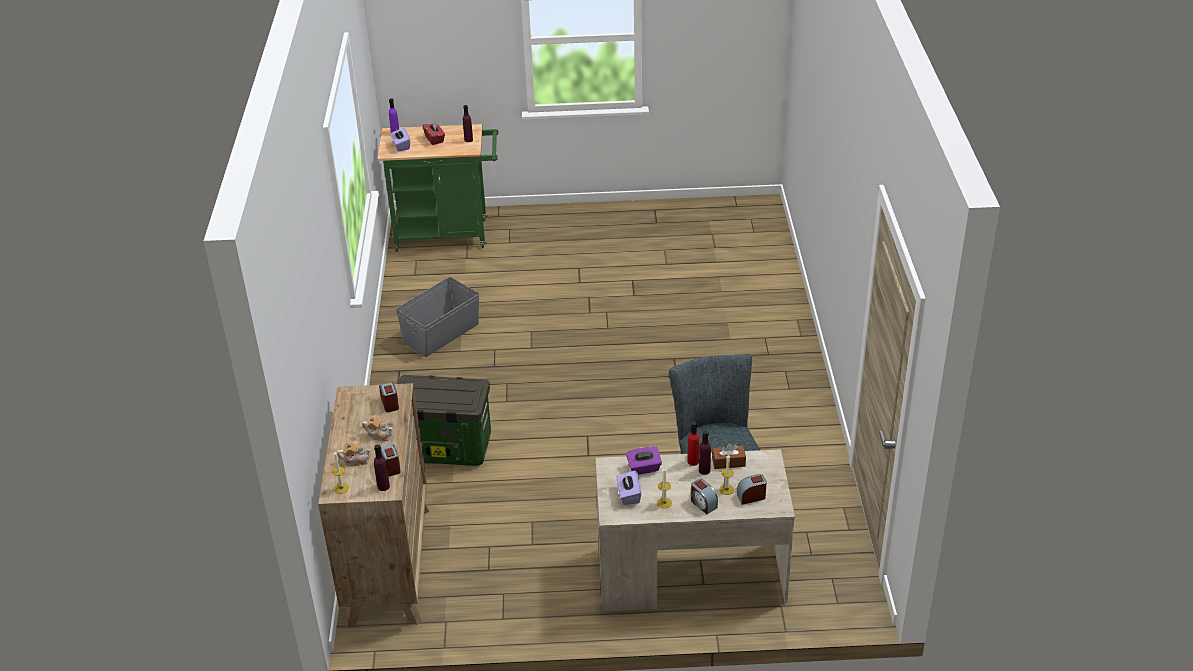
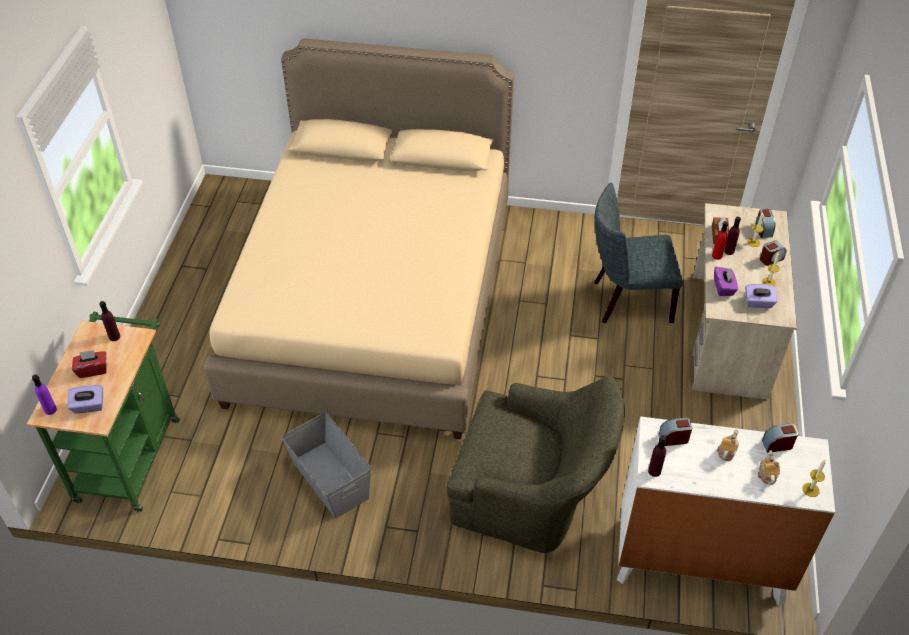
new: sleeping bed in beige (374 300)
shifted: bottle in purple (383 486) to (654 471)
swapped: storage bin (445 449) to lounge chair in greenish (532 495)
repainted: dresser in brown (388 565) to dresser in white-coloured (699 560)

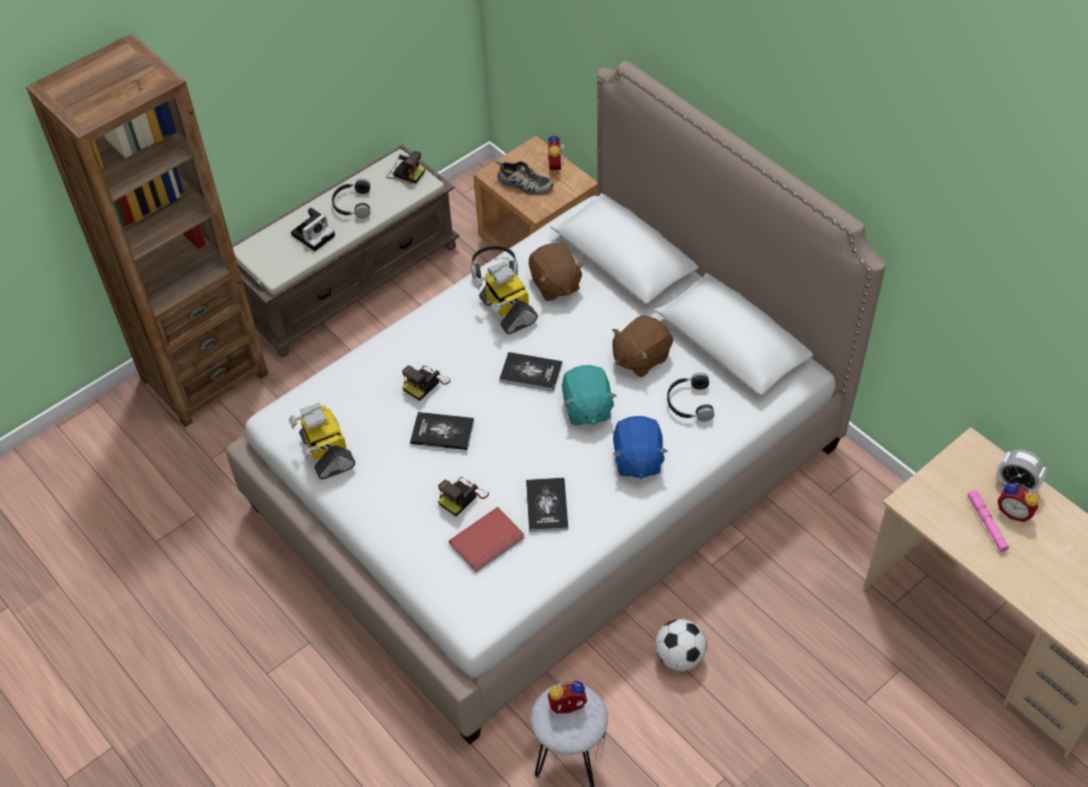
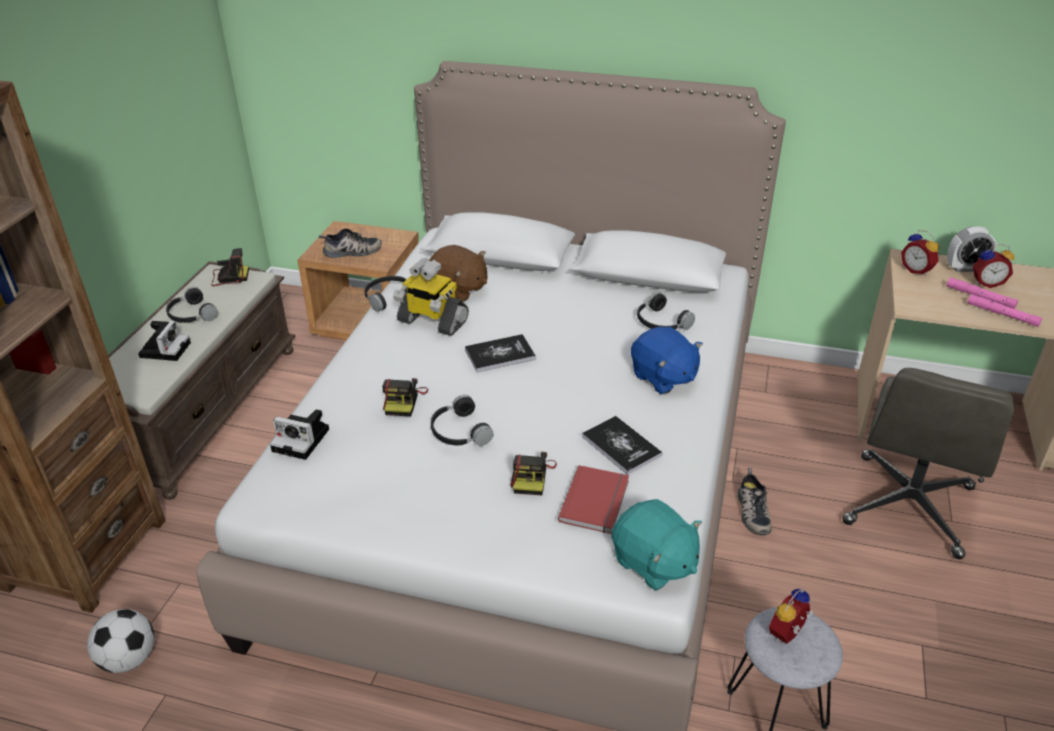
gone: soft toy in brown (640 357); model robot (326 452)
new: hand torch in pink-coloured (1002 314); computer chair in greyish (908 507); still camera (303 440); item of footwear (751 511)
shifted: table clock (557 165) to (917 270); soft toy in blue-green (587 408) to (653 563); football (679 656) to (129 659)
swapped: volume (442 432) to headset in black (458 432)

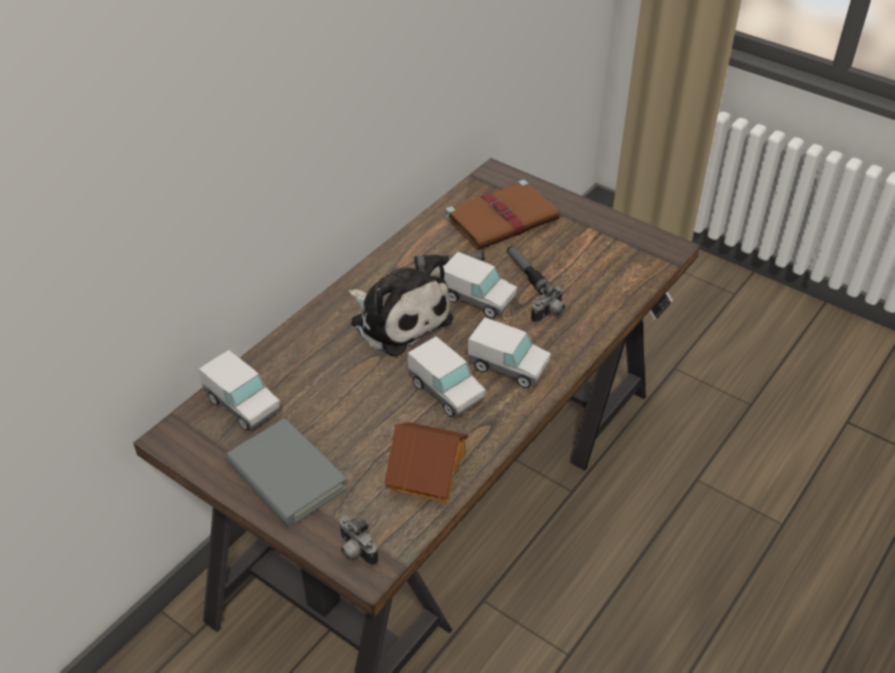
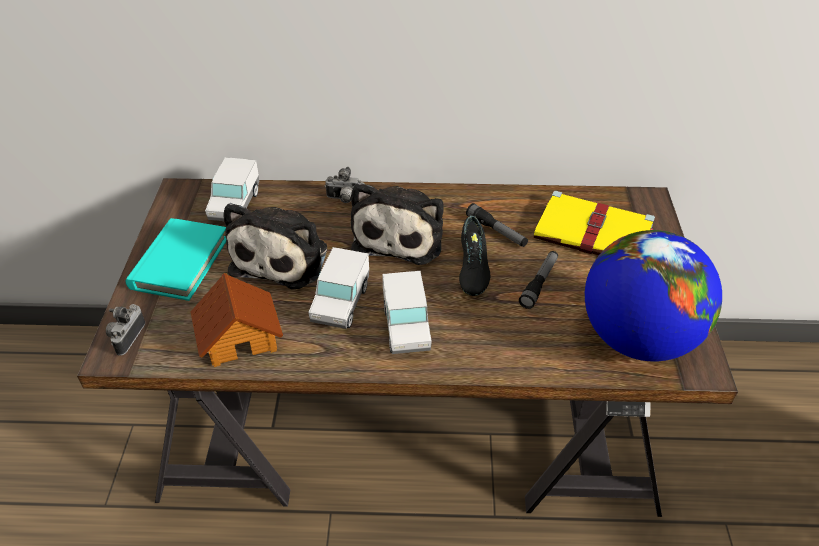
new: soft toy (283 256); desk globe (638 338)
shifted: still camera (549 314) to (345 200)
swapped: model truck (478 299) to item of footwear in black (472 268)
repainted: volume in brown (503 218) to volume in yellow (595 233); volume in greyish (286 476) to volume in blue-green (180 263)

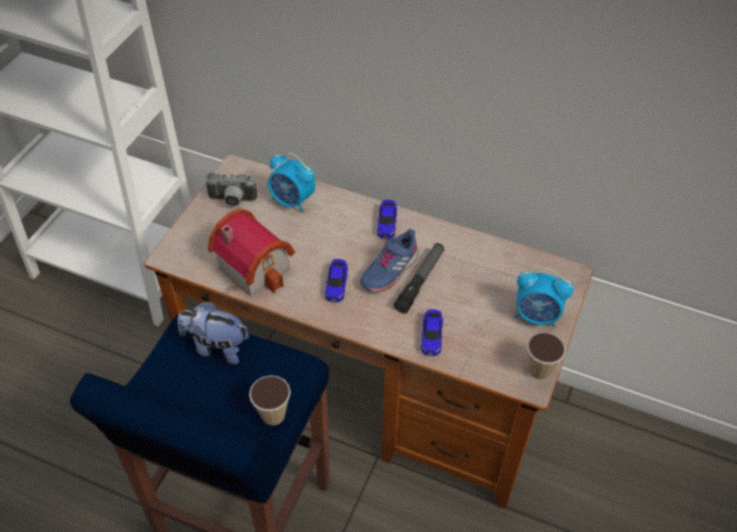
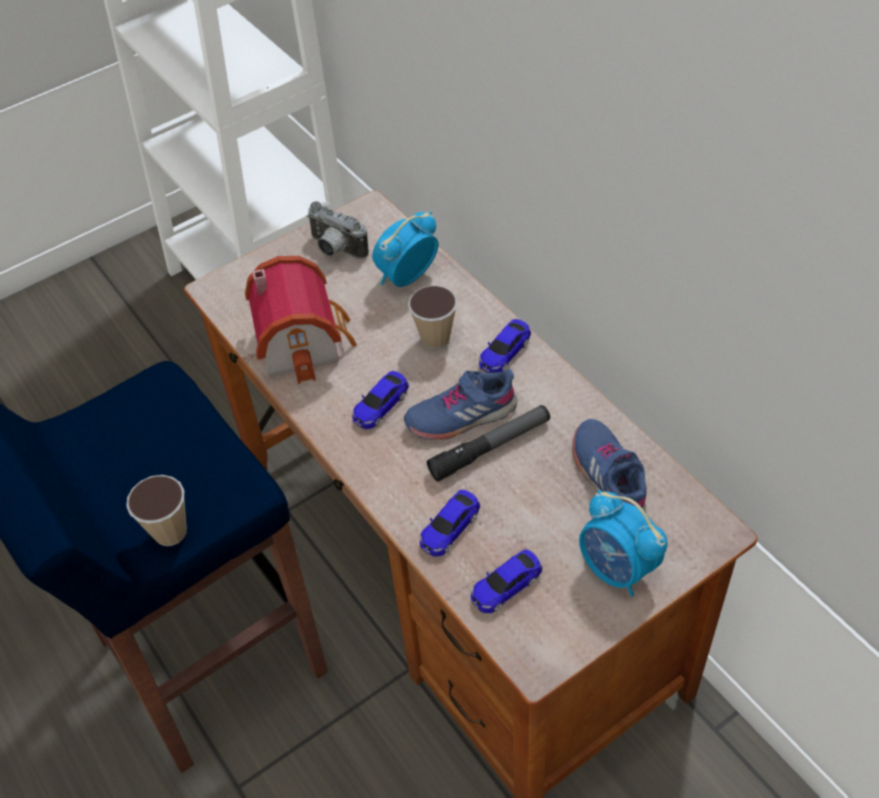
gone: soft toy (216 347)
new: item of footwear in bluish (609 476); miniature car (506 586)
shifted: drinking cup (539 370) to (435 338)
rotated: table clock (292 201) = (406 277) 75 degrees clockwise

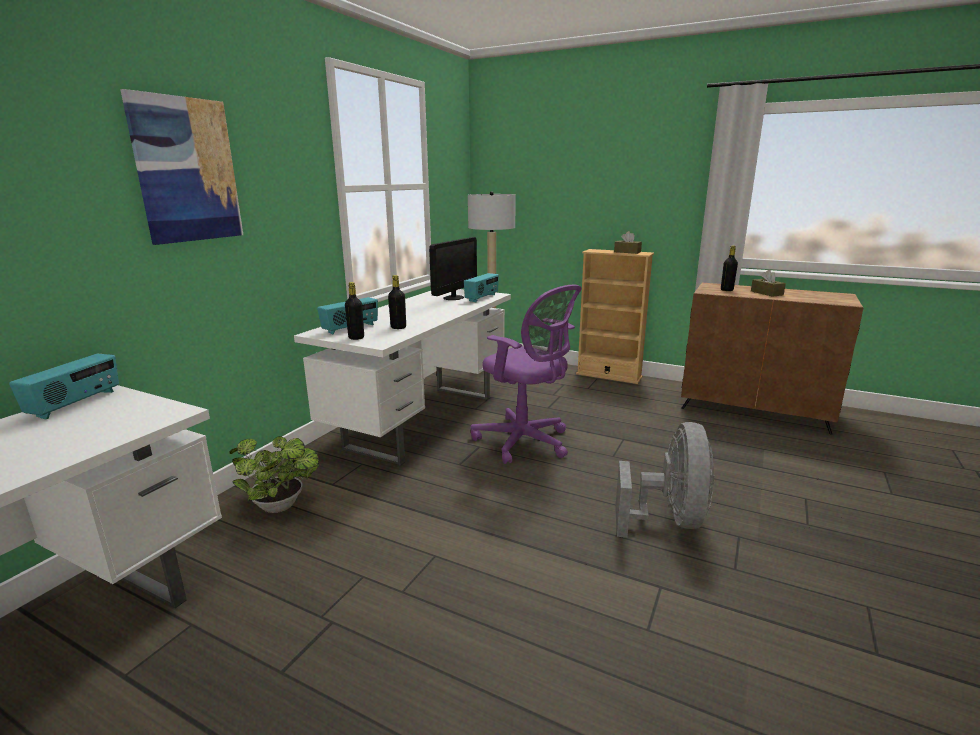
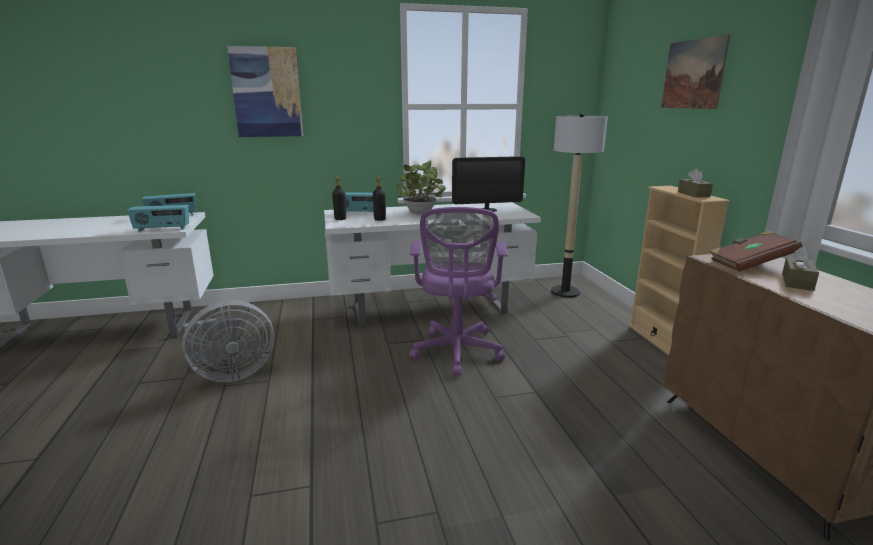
new: picture (693 74)
shifted: radio set (482 298) to (162 229); cooling fan in greyish (669 520) to (230 374); houseplant (282 506) to (421 212)
swapped: bottle in black (726 290) to volume in brown (750 264)

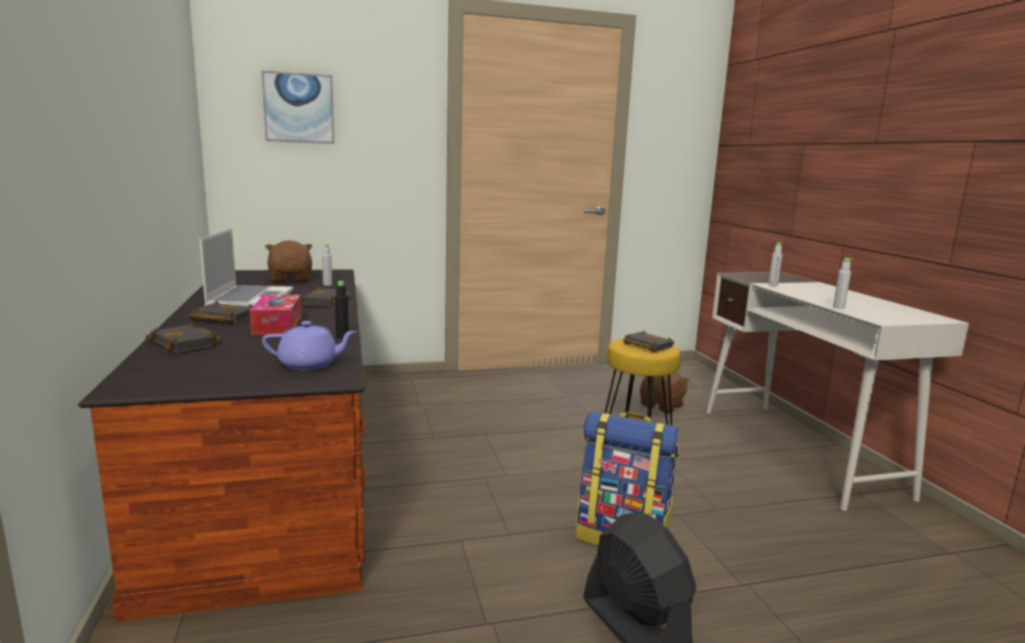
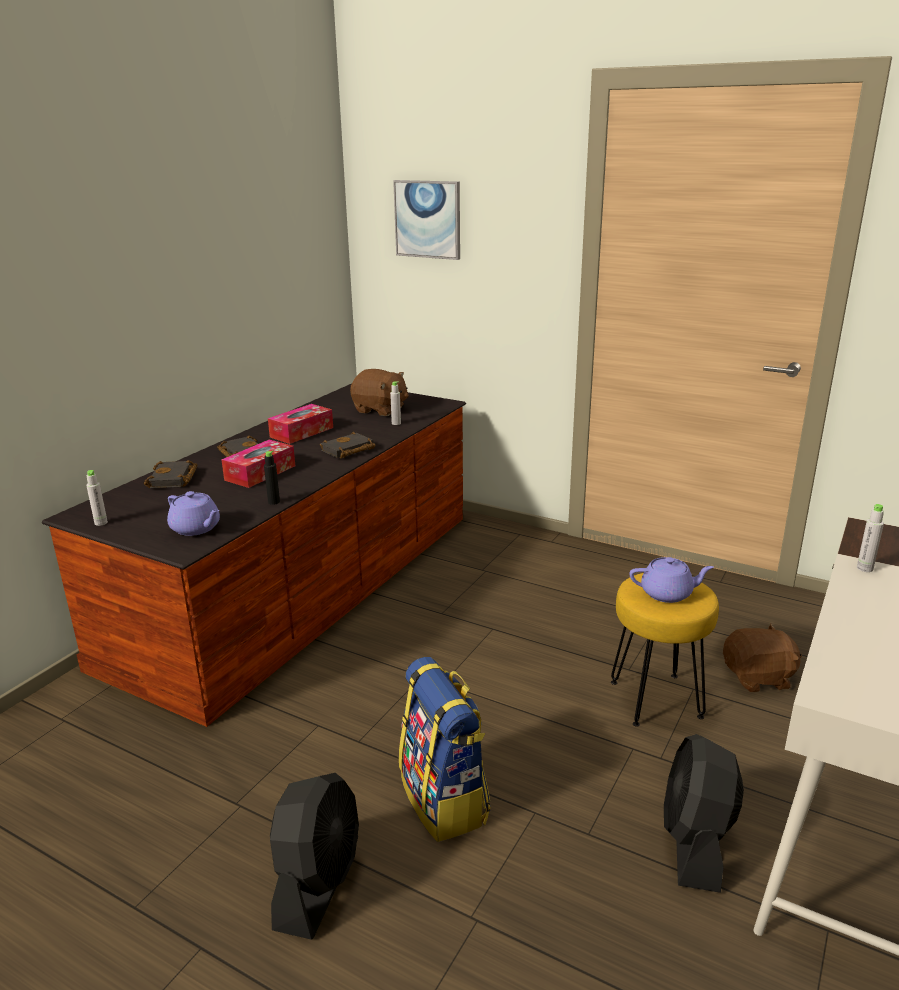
new: cooling fan in black (695 842)
shifted: bottle in greyish (838 307) to (101 523)
swapped: portable computer (250 299) to box of tissues (302 432); volume in black (646 345) to teapot in purple (668 593)
rotated: soft toy in brown (291 280) = (380 410) 90 degrees clockwise

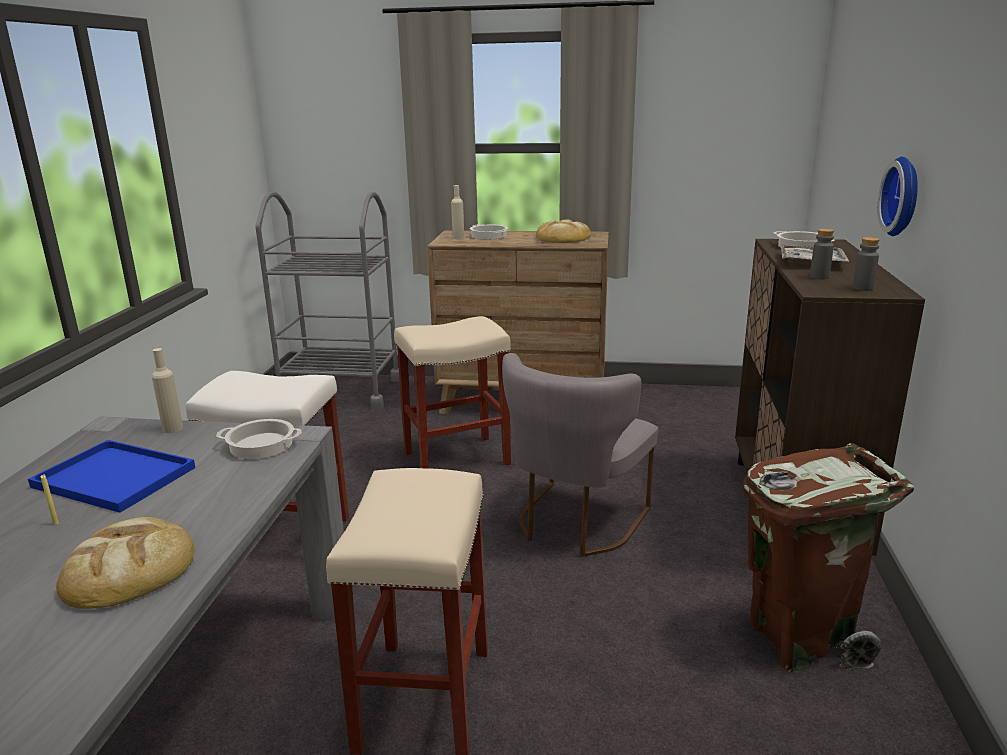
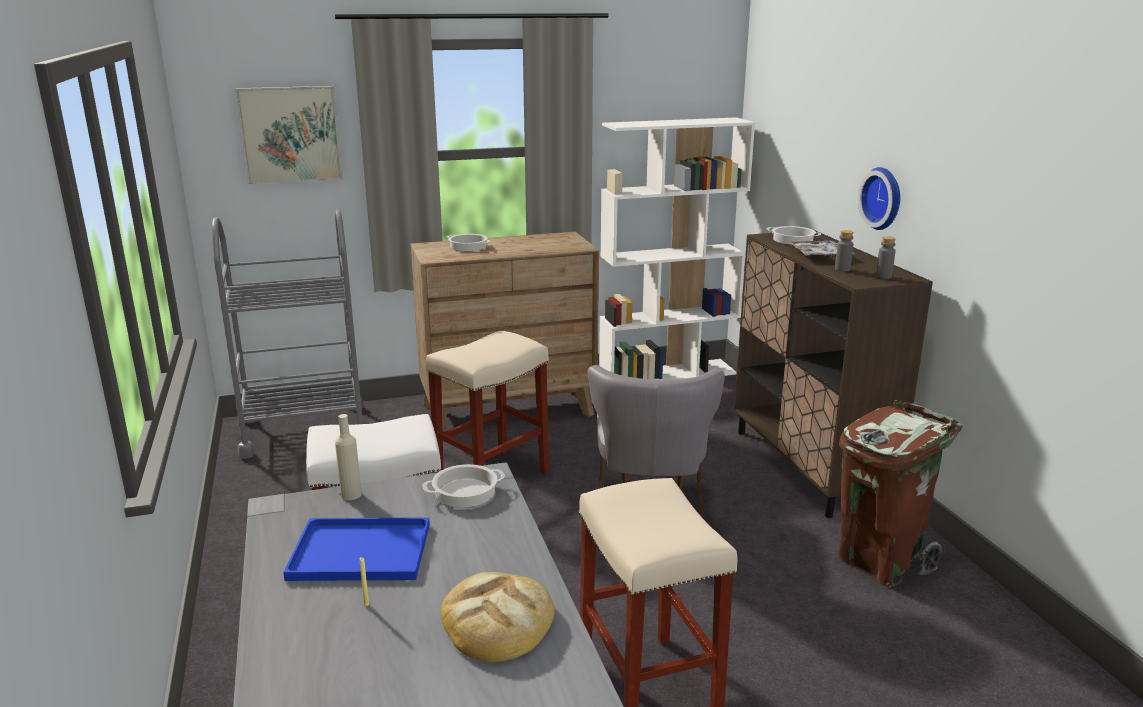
gone: bottle in beige (458 238); bakery bread (563 238)
new: picture (290 134); bookcase in white-coloured (668 374)

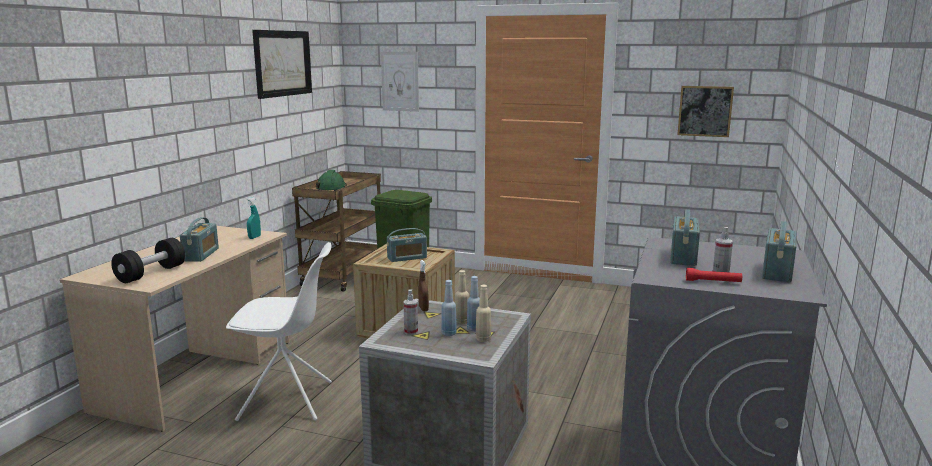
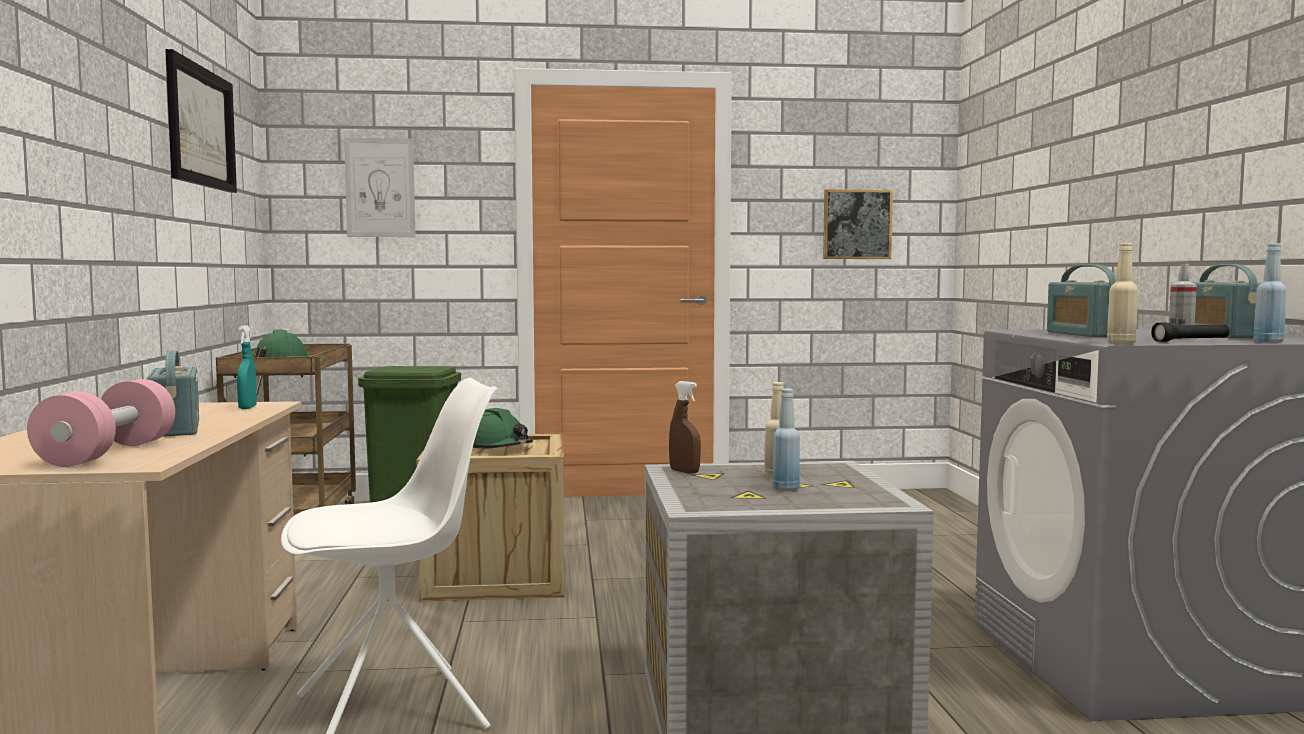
gone: spray bottle (411 332)
shifted: bottle in bluish (474 329) to (1268 342); bottle in beige (483 339) to (1121 343)
swapped: radio set (407 258) to work helmet in greenish (497 448)
repainted: dumbbell in black (151 274) to dumbbell in pink-coloured (108 453); hand torch in reddish (713 281) to hand torch in black (1191 341)

